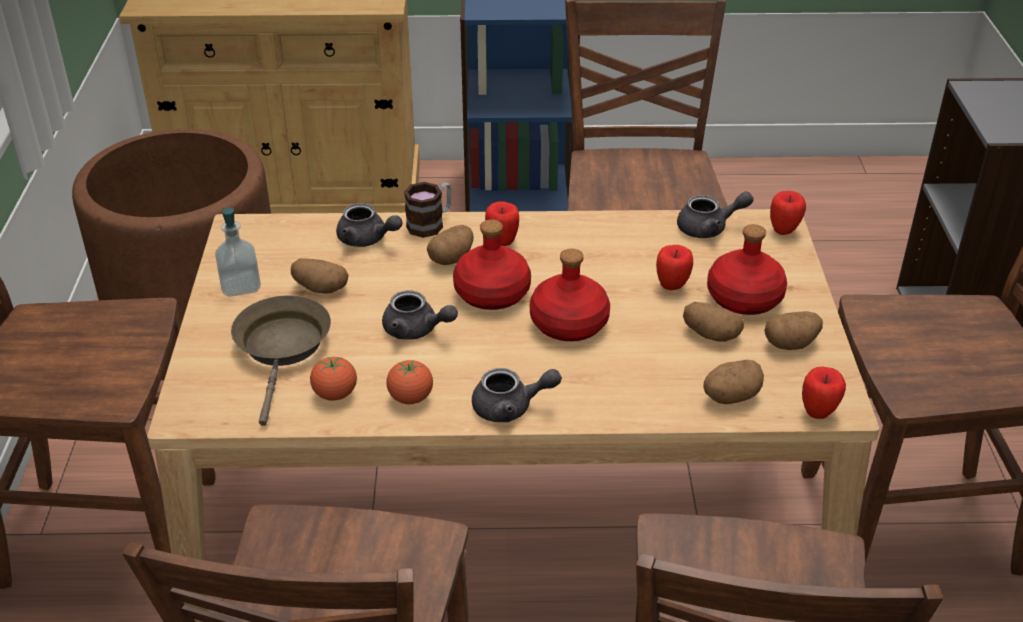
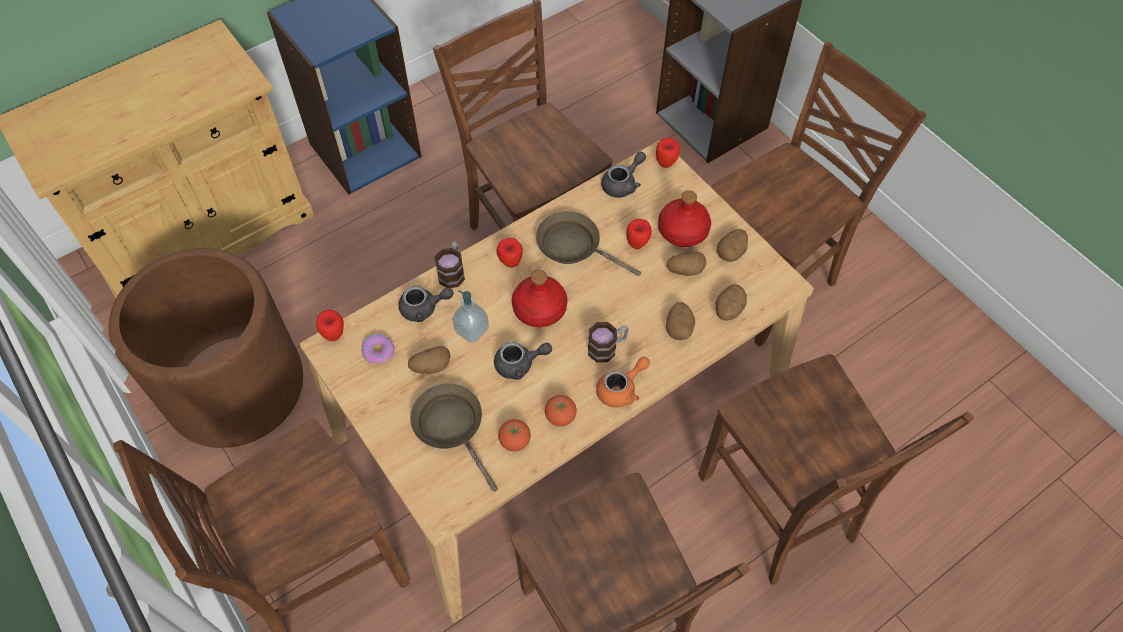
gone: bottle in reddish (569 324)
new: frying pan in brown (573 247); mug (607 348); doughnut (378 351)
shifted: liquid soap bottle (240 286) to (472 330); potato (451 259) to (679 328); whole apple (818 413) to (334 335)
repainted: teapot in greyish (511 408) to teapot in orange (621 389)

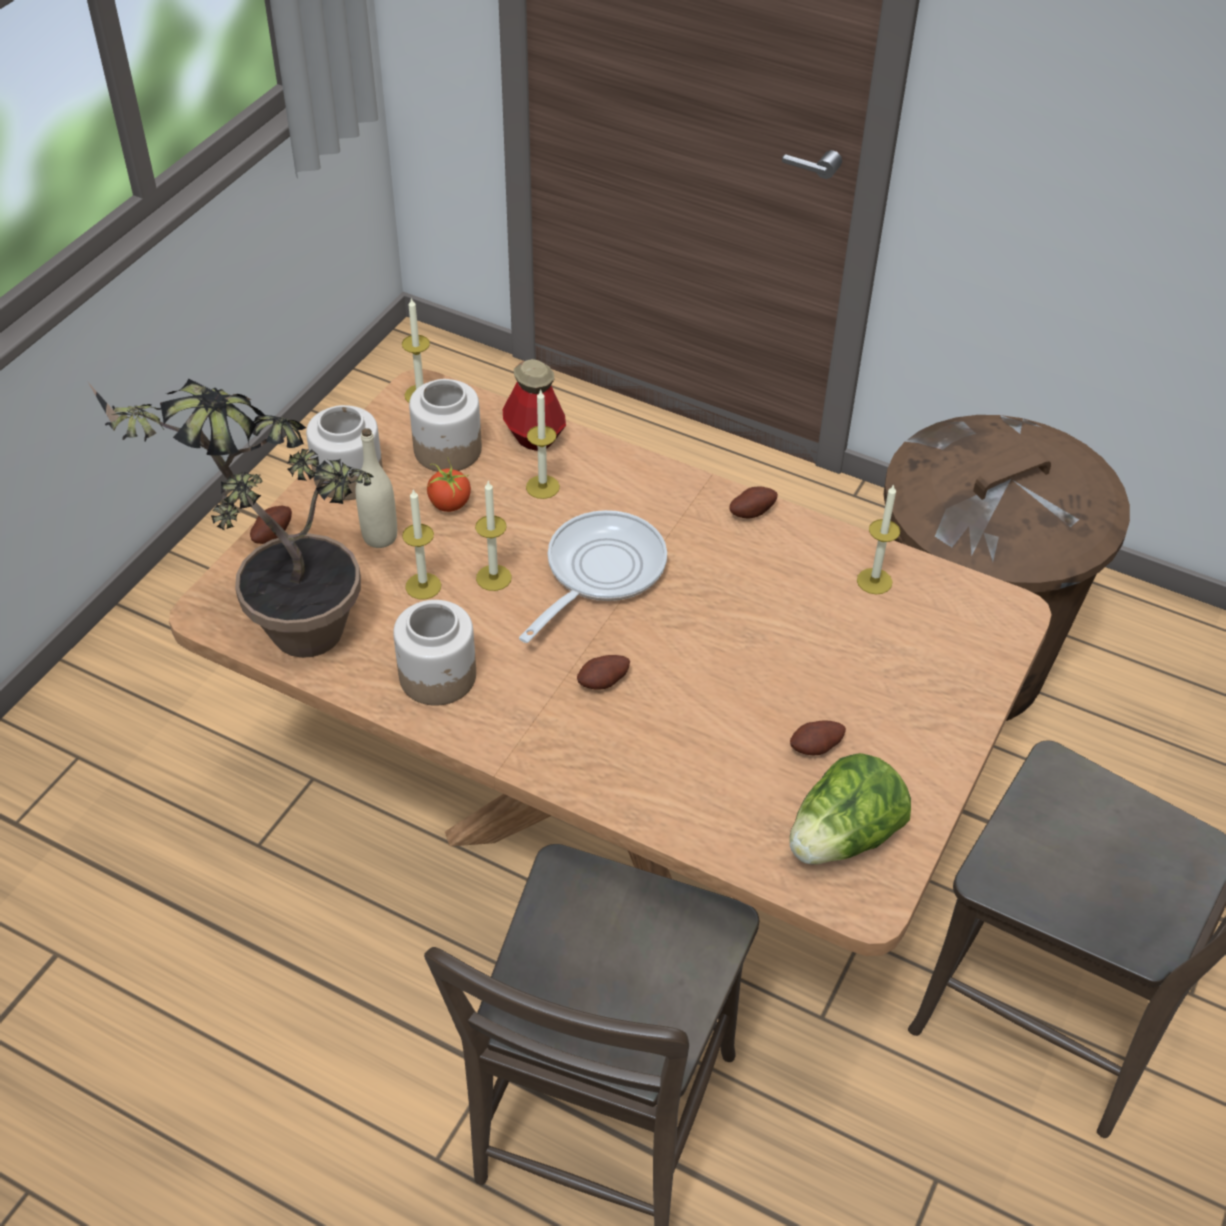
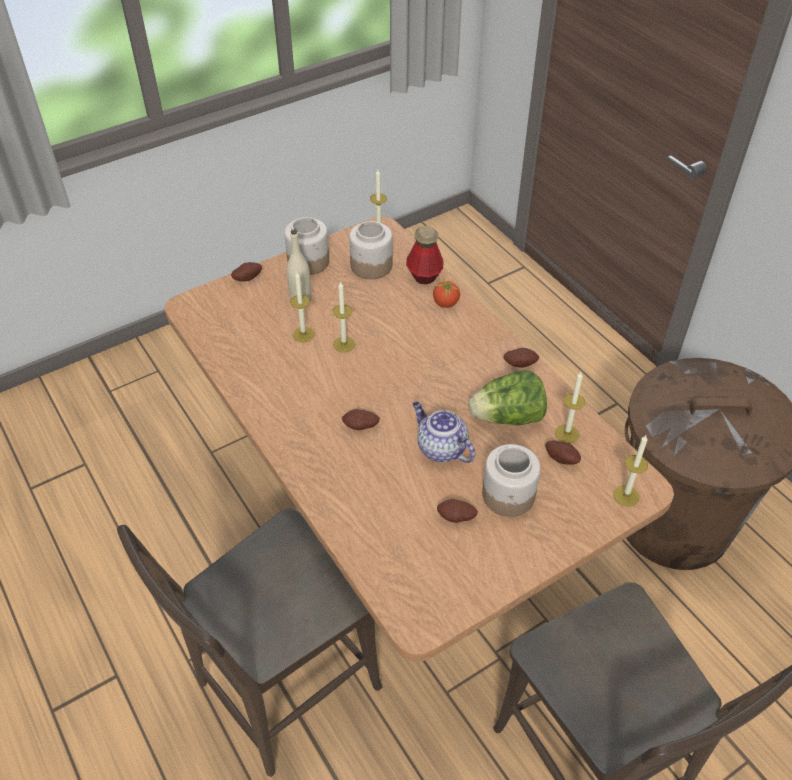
gone: houseplant (280 627); frying pan (599 572)
new: teapot (440 448); potato (562 458)
shifted: candle (542 487) to (626 495); tomato (449 503) to (445 303); storage jar (438 676) to (508 495); head of lettuce (843 838) to (508 417)

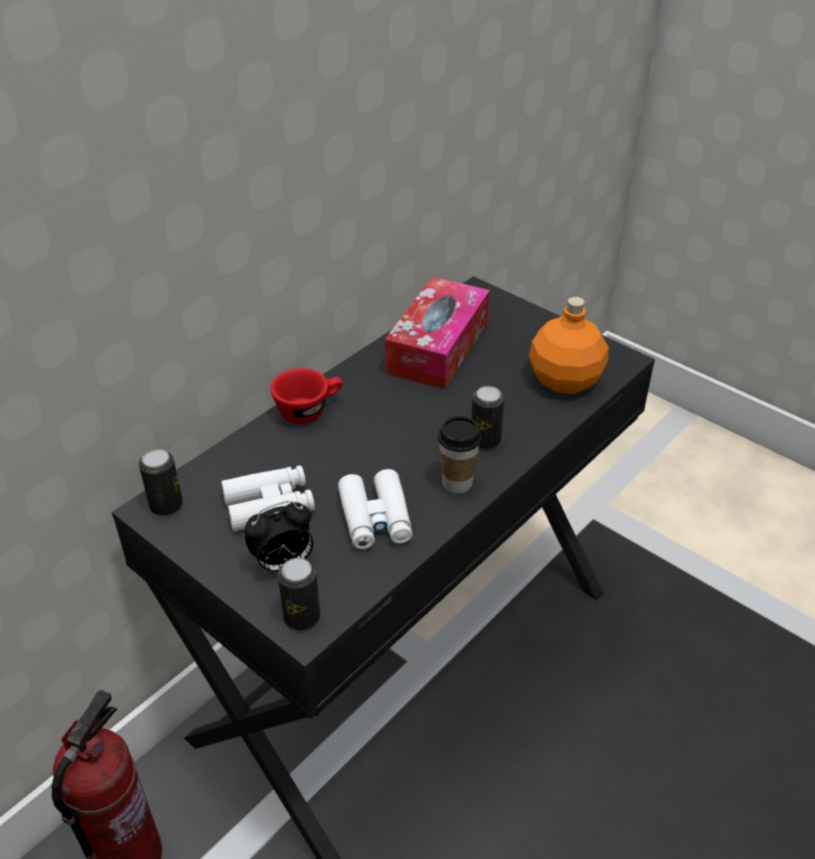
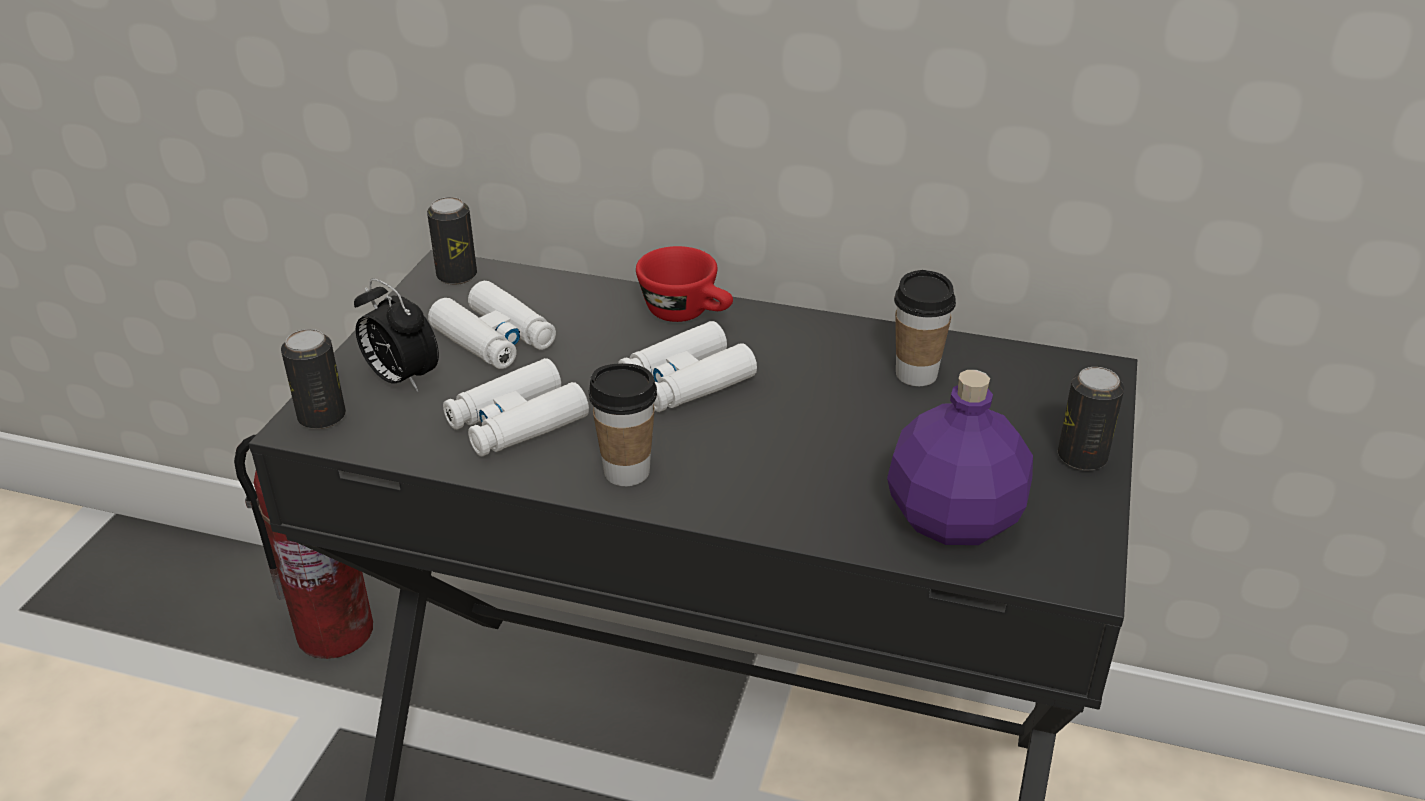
new: field glasses in white-coloured (686 381)
shifted: metal can (485 440) to (1082 457)
swapped: box of tissues (438 347) to drinking cup (916 374)
repainted: bottle in orange (564 381) to bottle in purple (951 519)

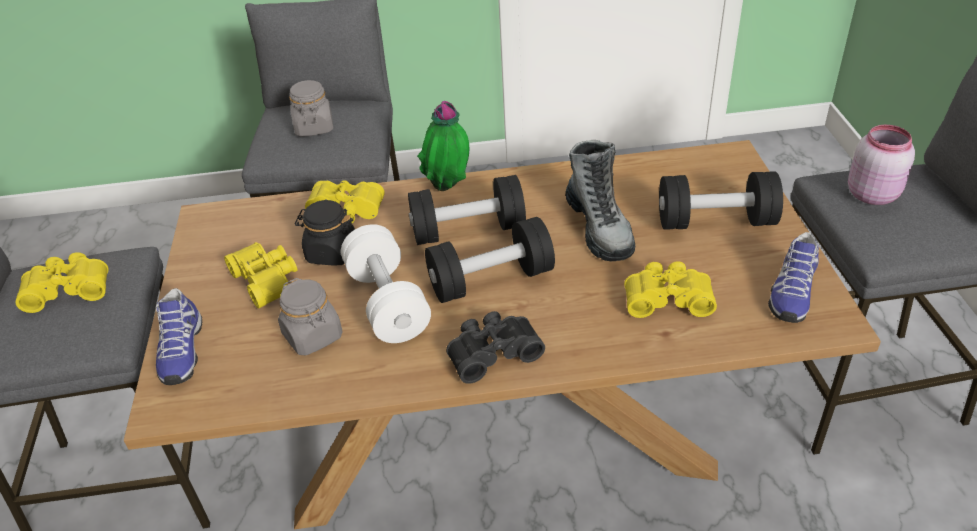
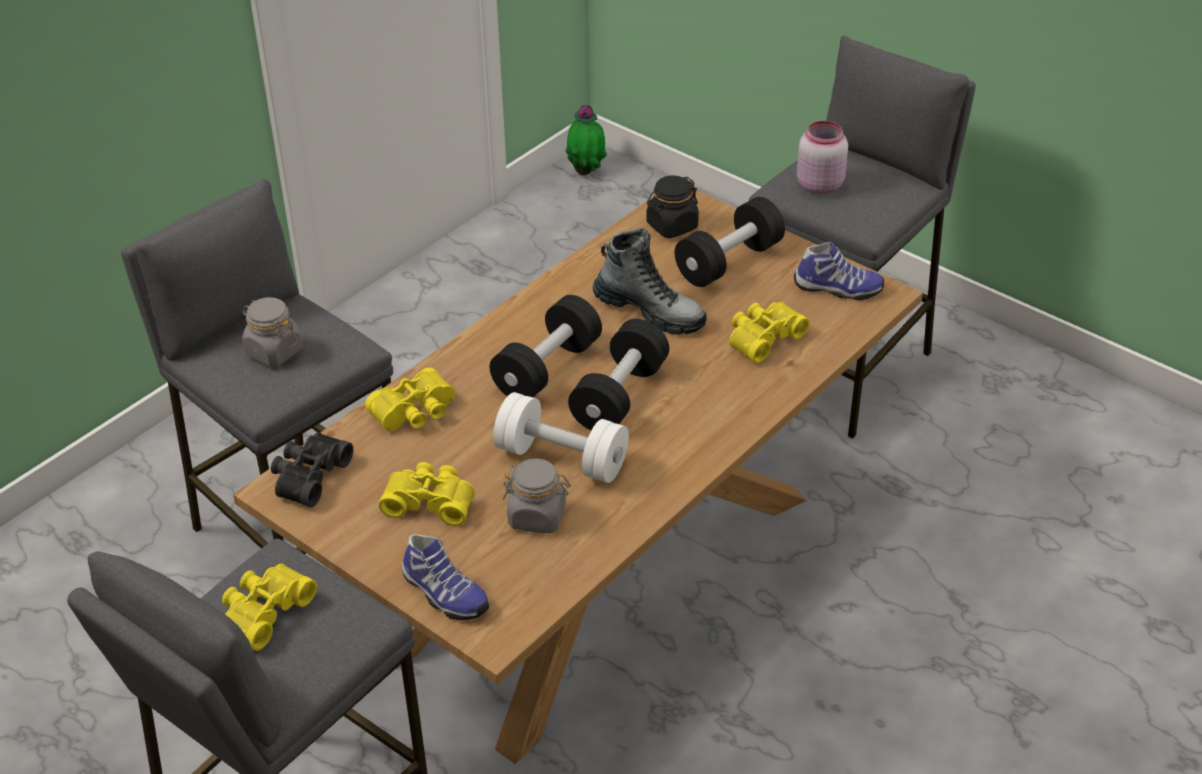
shifted: houseplant (449 189) to (586 172); storage jar in black (331 253) to (672 226); field glasses in black (492 352) to (308 476)
rotated: item of footwear (790 293) = (837 289) 60 degrees counterclockwise

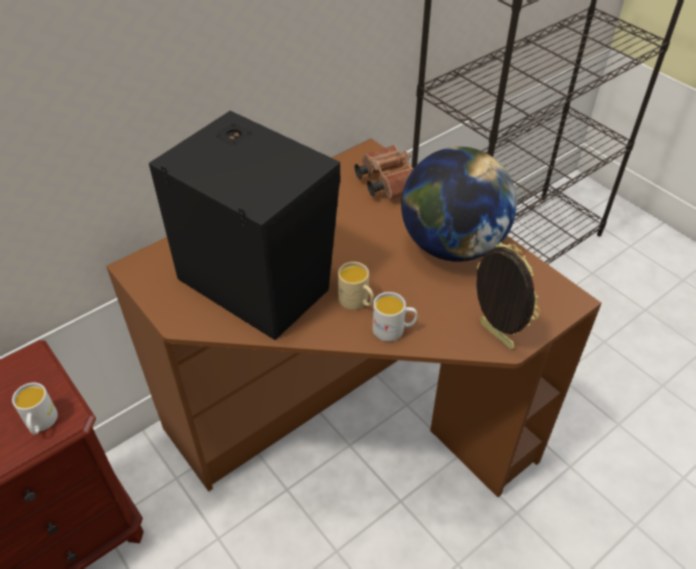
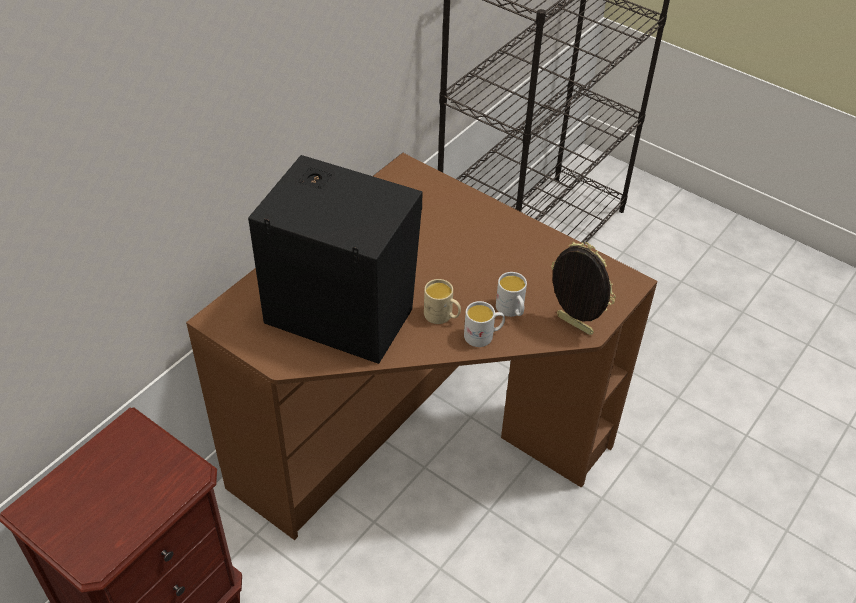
gone: field glasses in brown (386 182); desk globe (451 245)
shifted: mug in white-coloured (41 423) to (512 310)

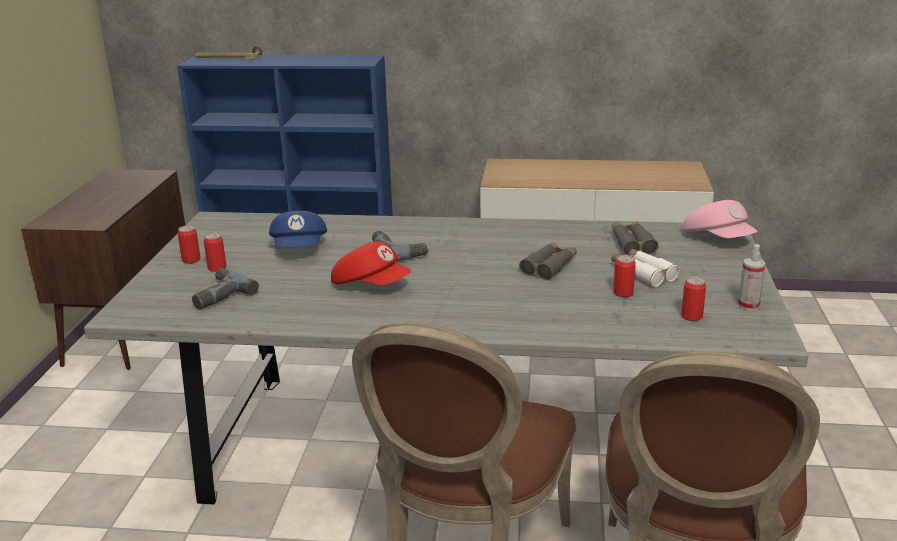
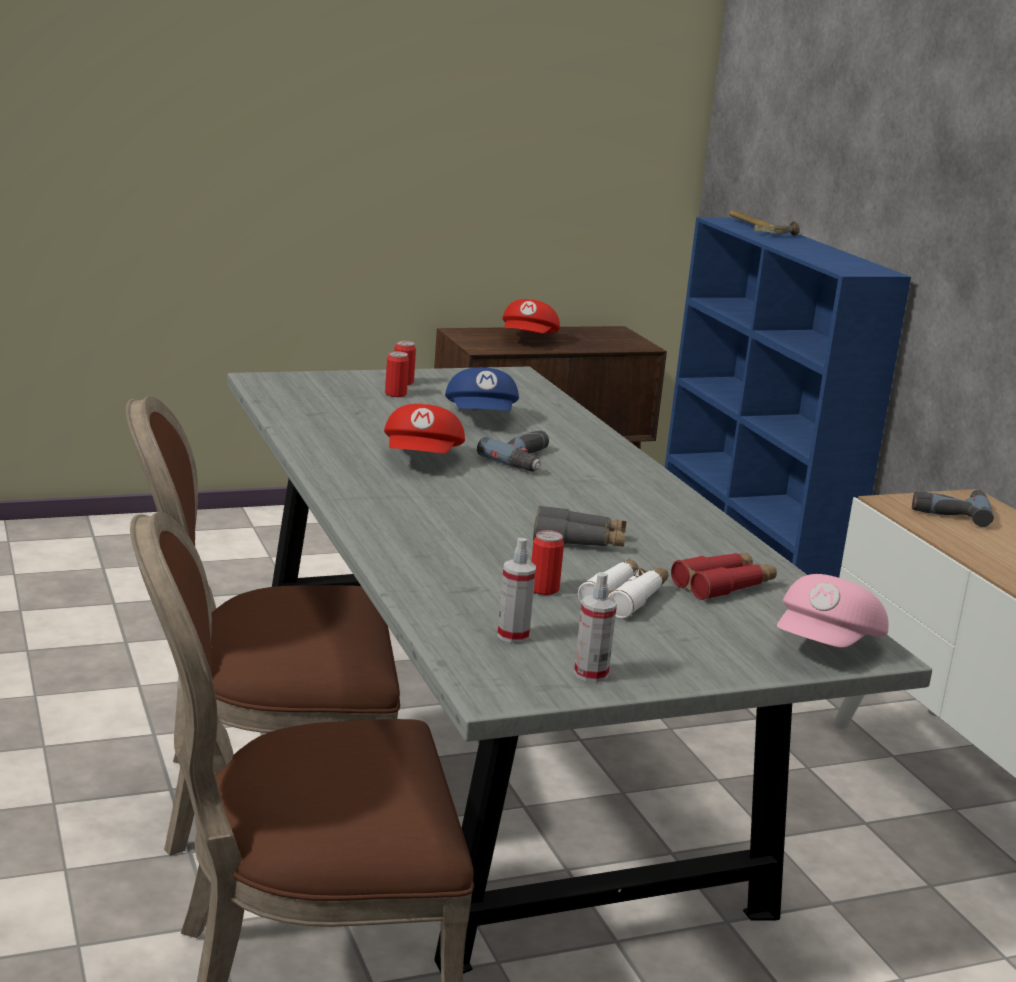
new: peaked cap in reddish (529 340)
shifted: electric drill (217 295) to (950 511)
swapped: metal can (691 316) to spray bottle (513 635)
repainted: field glasses in greyish (632 244) to field glasses in reddish (723 585)
rotated: peaked cap in bluish (300 249) = (482 418) 60 degrees counterclockwise

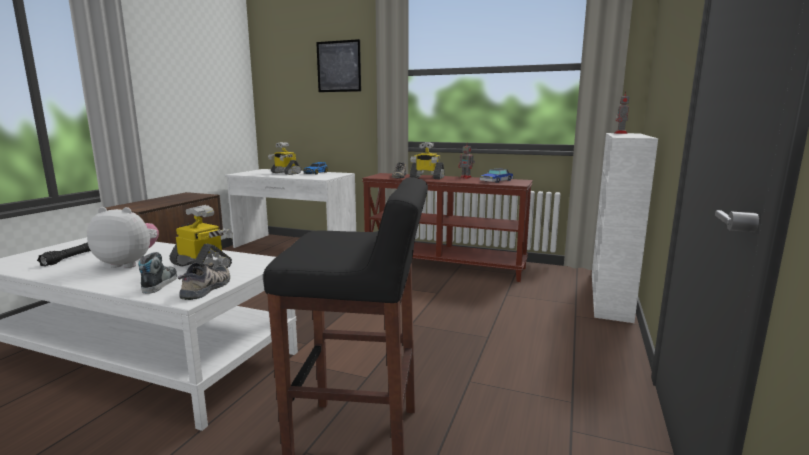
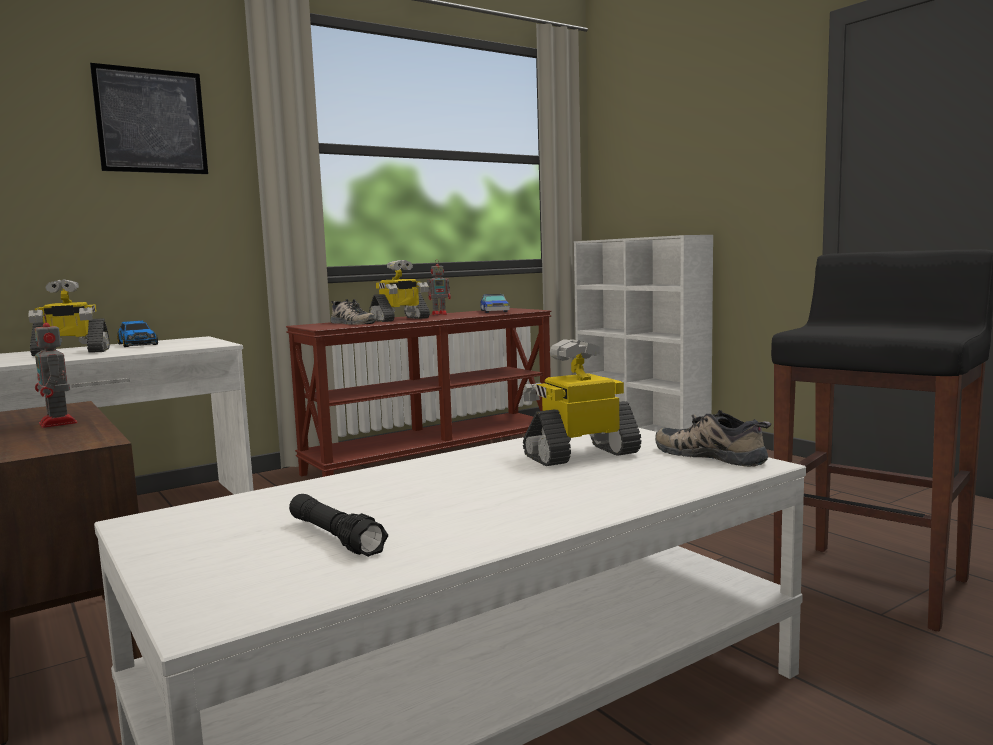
gone: soft toy (129 263); item of footwear (160 283)
shifted: model robot (620 133) to (58 423)

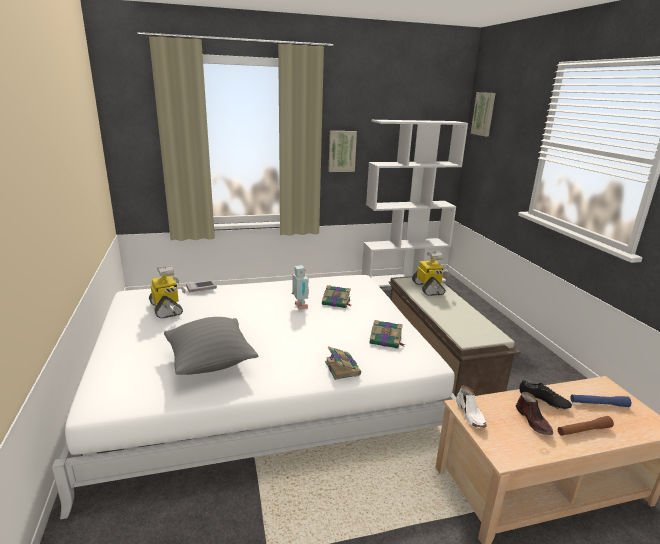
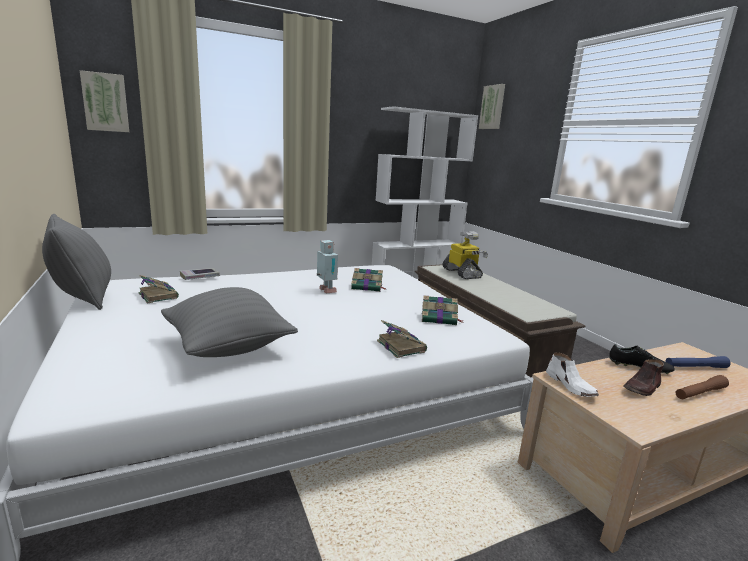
new: throw pillow in greyish (83 297)
shifted: picture (341 151) to (105 102)
swapped: model robot (167 308) to volume (158 295)
rotated: item of footwear in brown (533 421) = (642 388) 75 degrees clockwise

